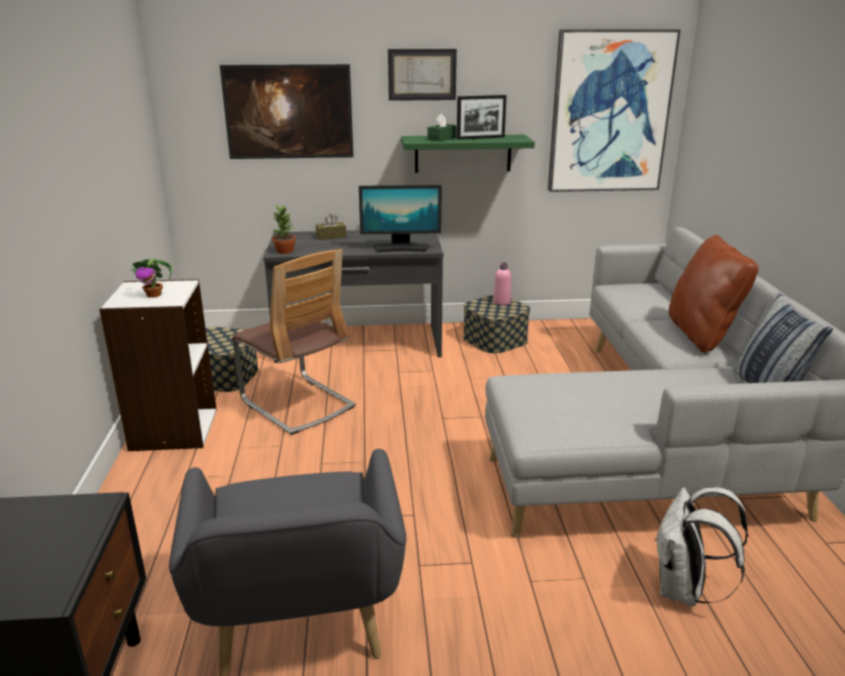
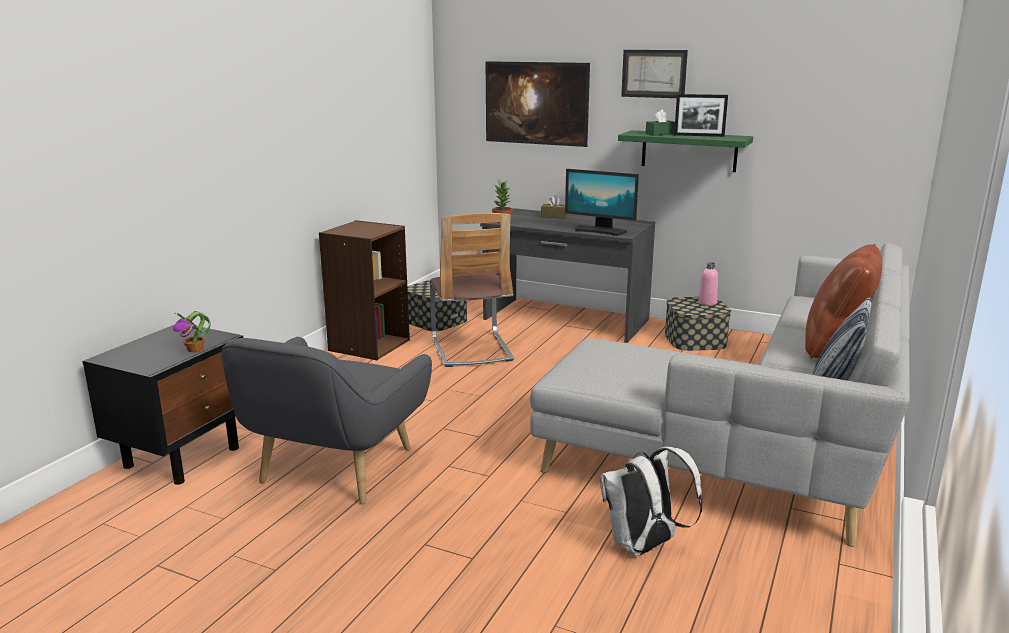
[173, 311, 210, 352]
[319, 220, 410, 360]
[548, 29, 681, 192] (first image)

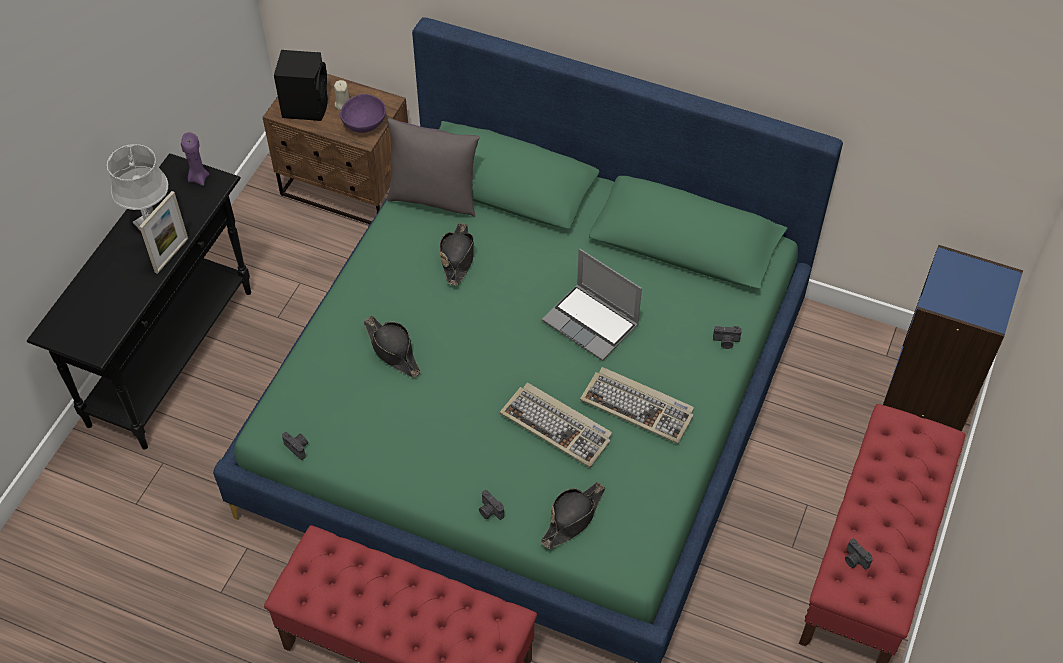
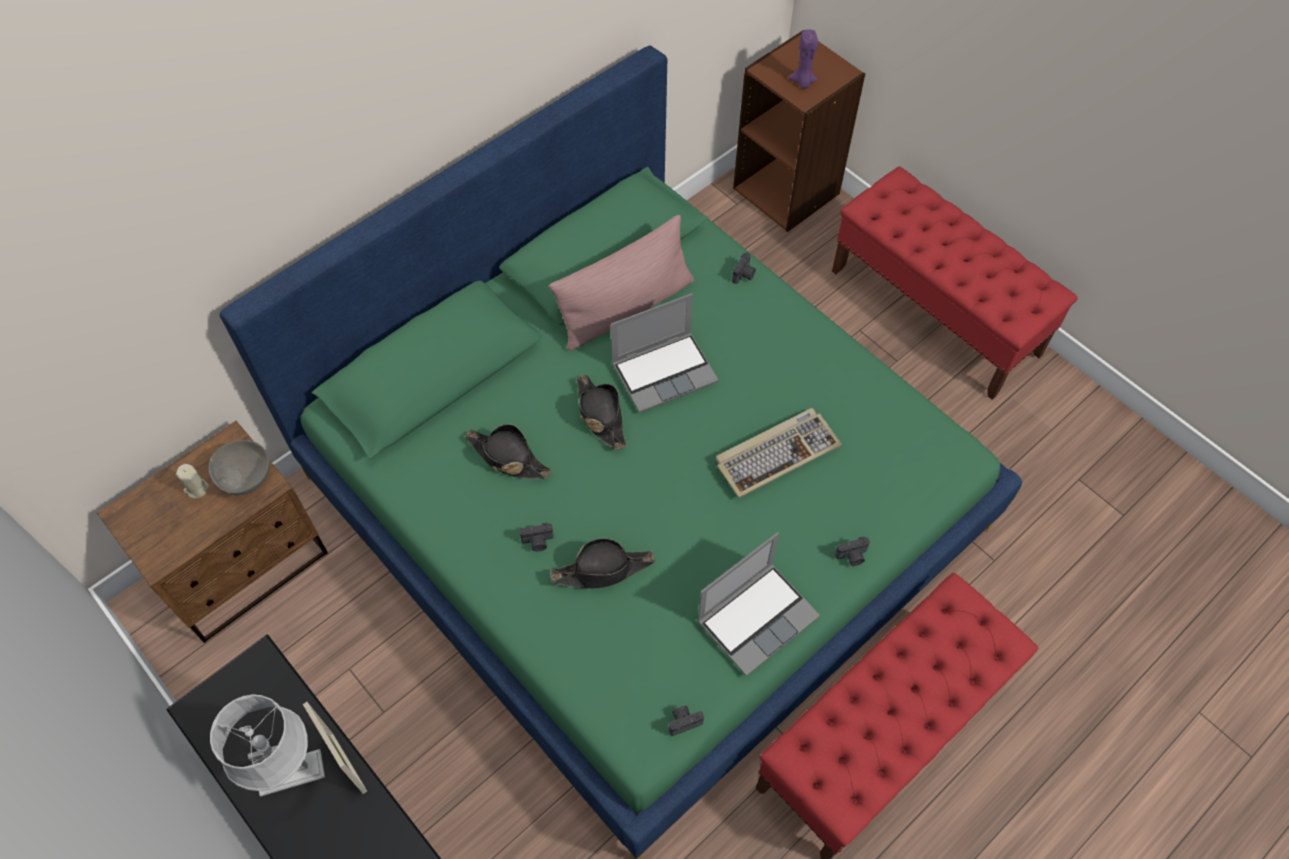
[209, 440, 270, 495]
[519, 523, 554, 551]
[549, 215, 694, 351]
[577, 375, 627, 449]
[697, 532, 820, 676]
[733, 30, 865, 232]
[789, 29, 818, 88]
[274, 50, 328, 121] (first image)
[387, 118, 480, 217] (first image)
[580, 367, 694, 444] (first image)

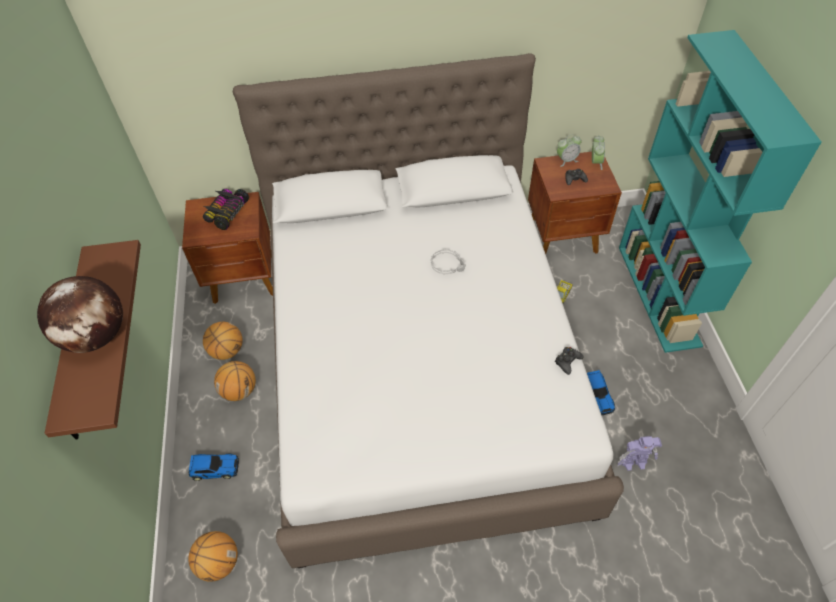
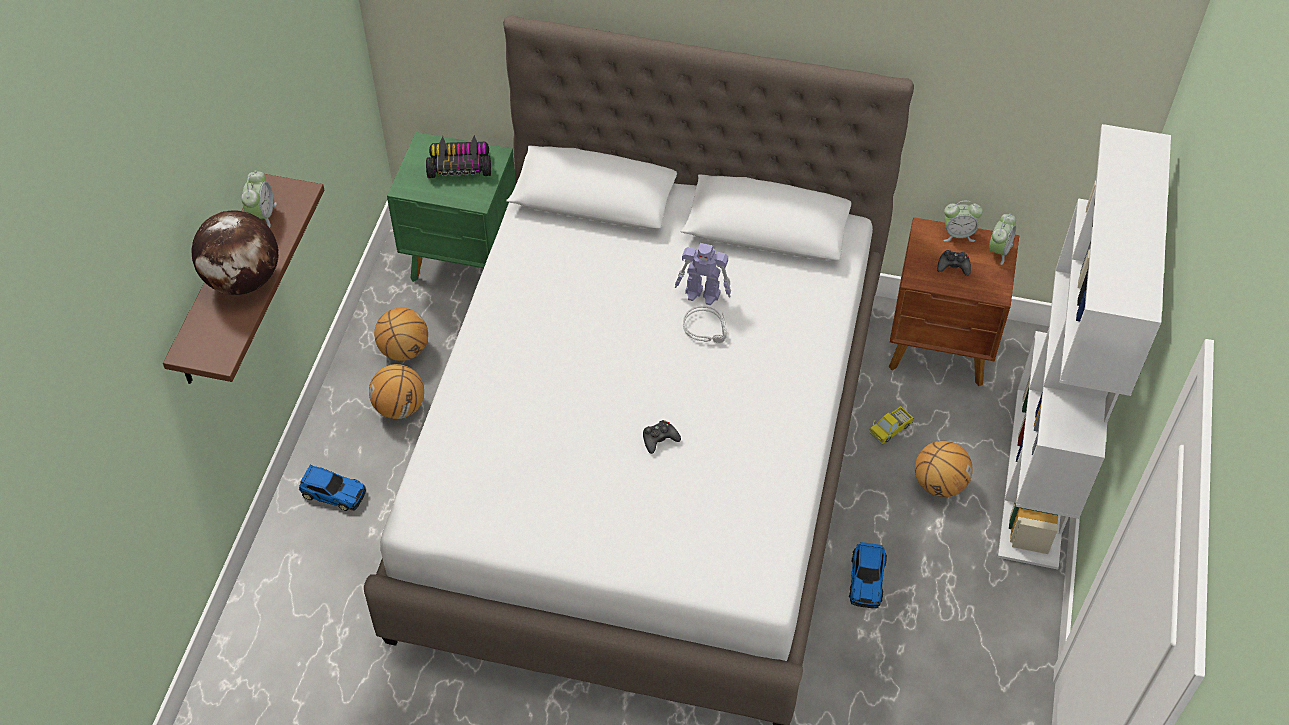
[241, 170, 277, 228]
[387, 132, 516, 282]
[426, 135, 491, 178]
[643, 420, 681, 454]
[675, 243, 731, 305]
[915, 441, 972, 497]
[998, 124, 1171, 570]

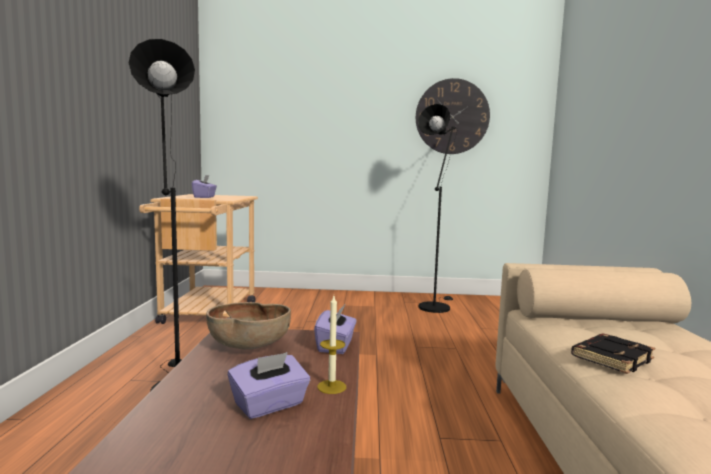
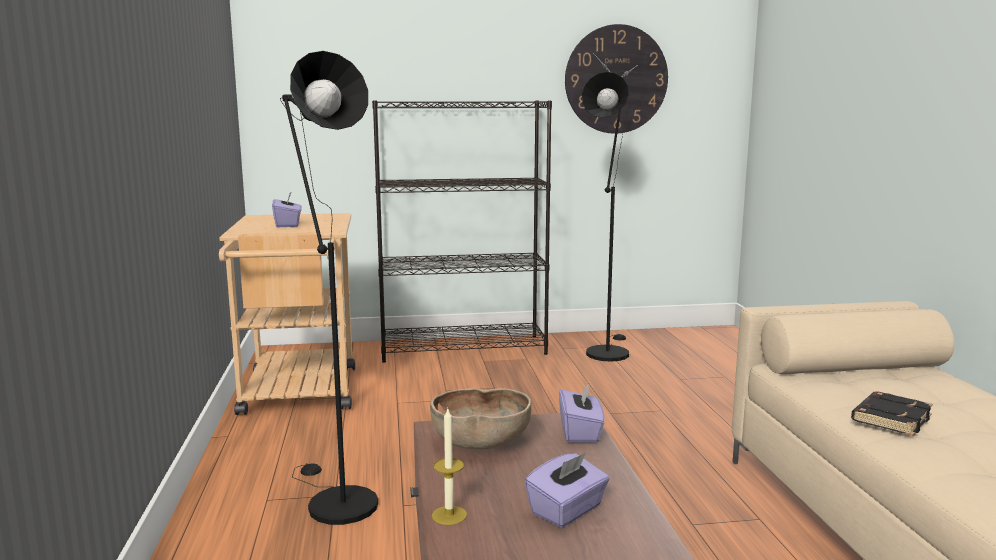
[372, 100, 552, 363]
[432, 409, 467, 525]

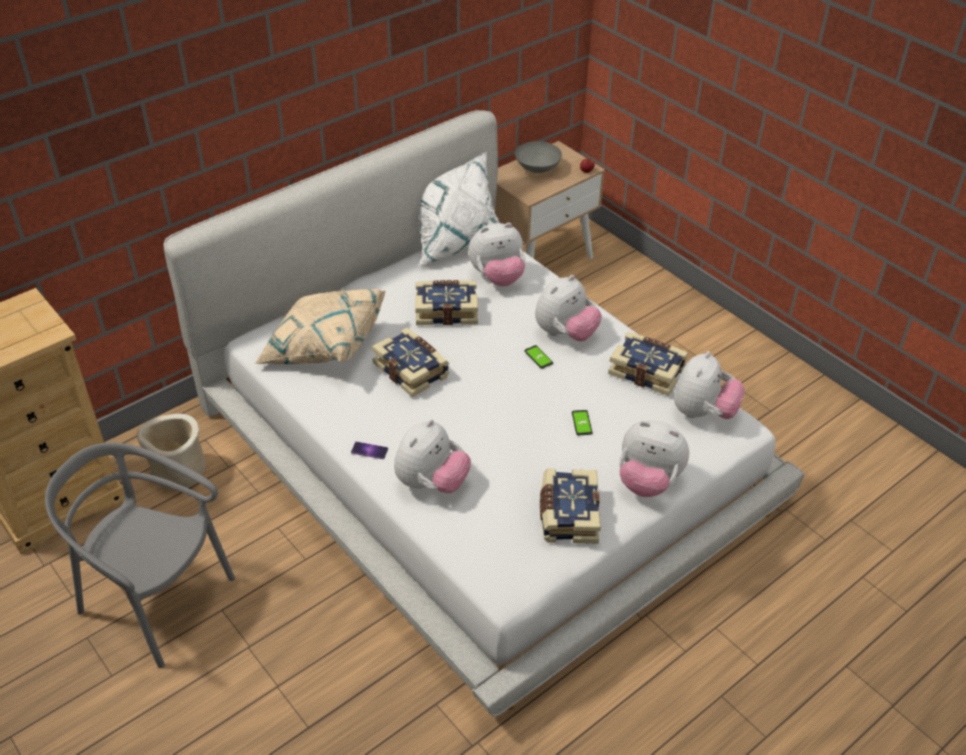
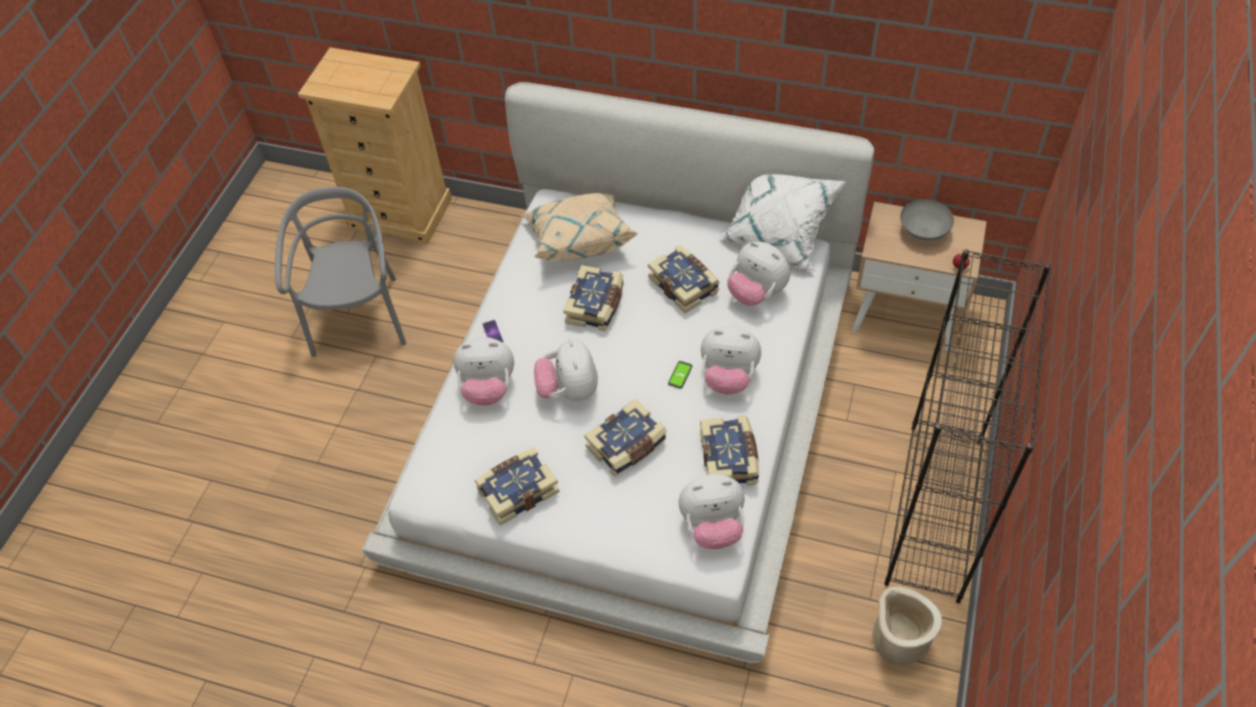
[534, 339, 598, 401]
[584, 399, 667, 477]
[872, 586, 942, 665]
[884, 249, 1052, 603]

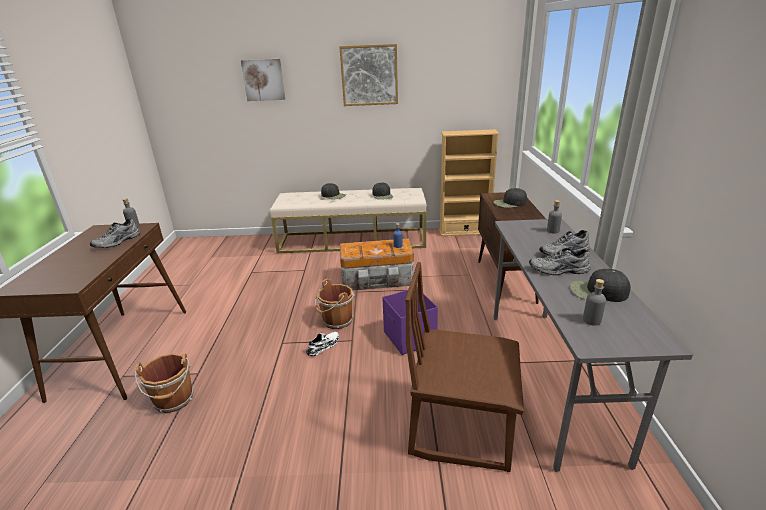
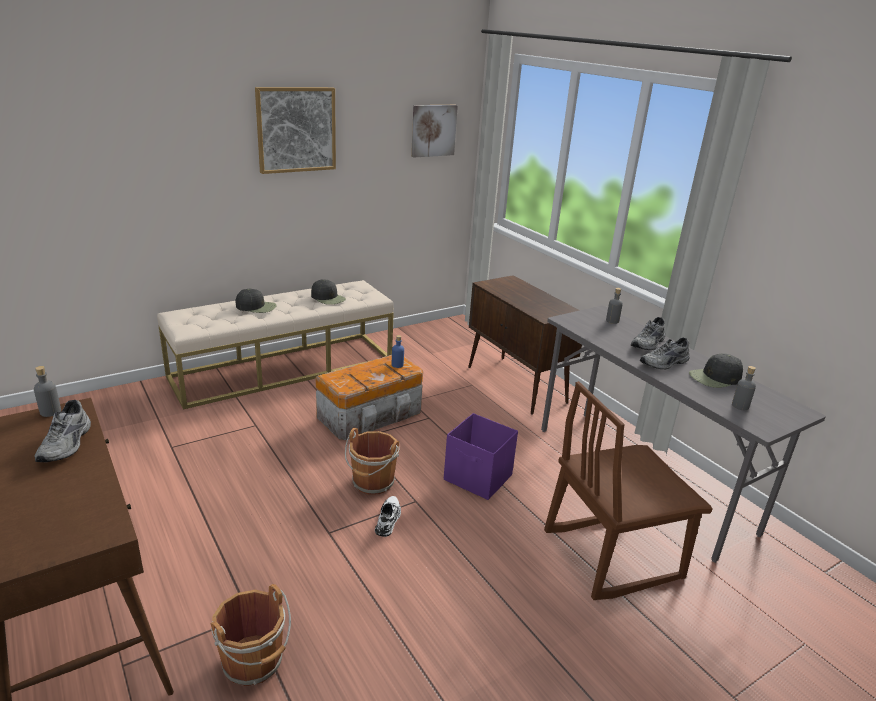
[411, 105, 458, 158]
[439, 129, 500, 236] (first image)
[494, 188, 527, 208] (first image)

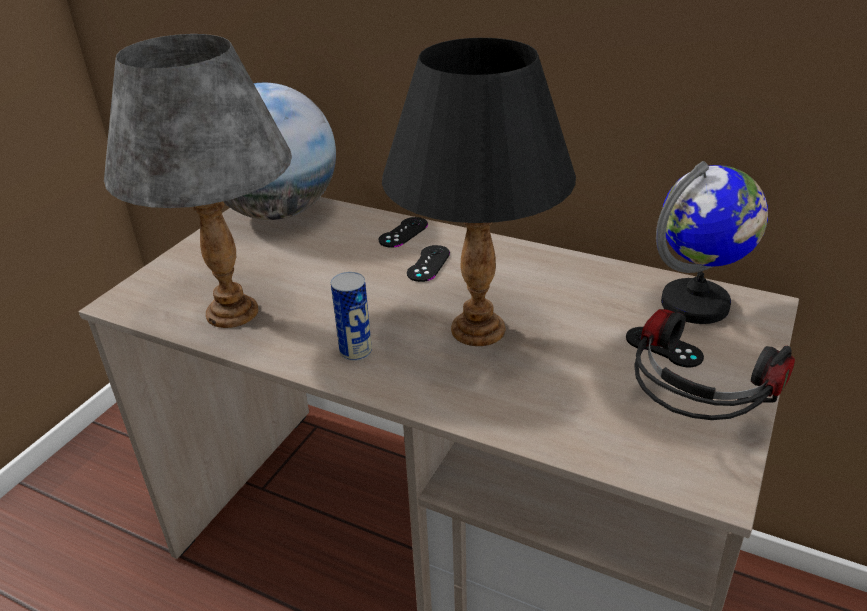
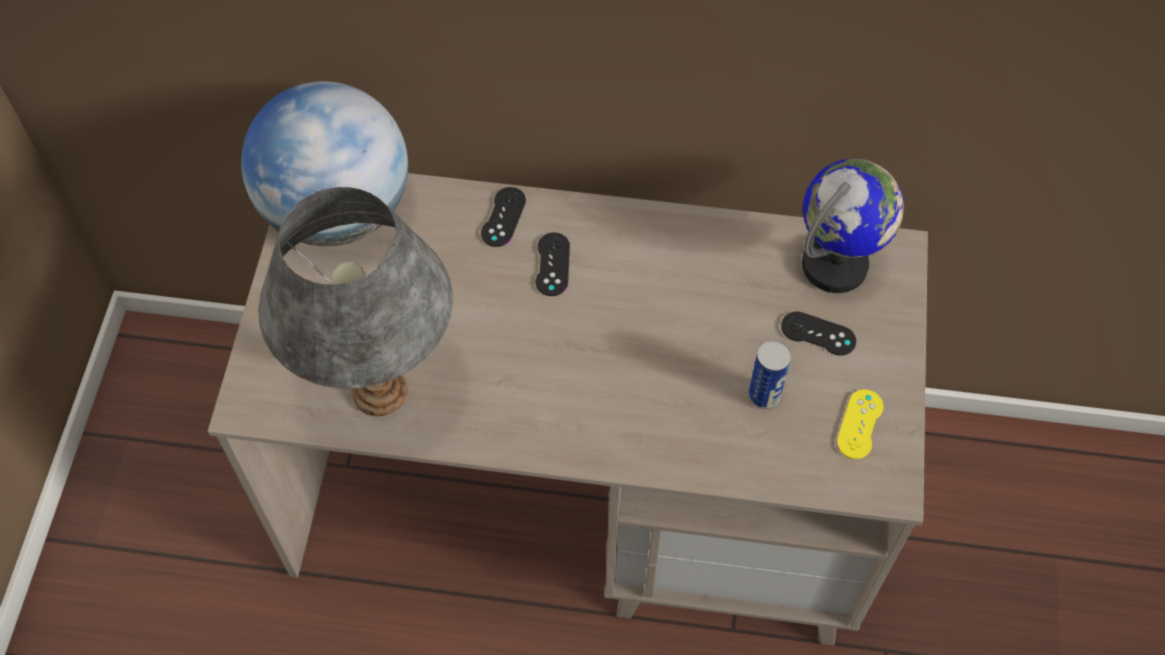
[748, 341, 791, 409]
[836, 389, 884, 459]
[382, 38, 576, 346] (first image)

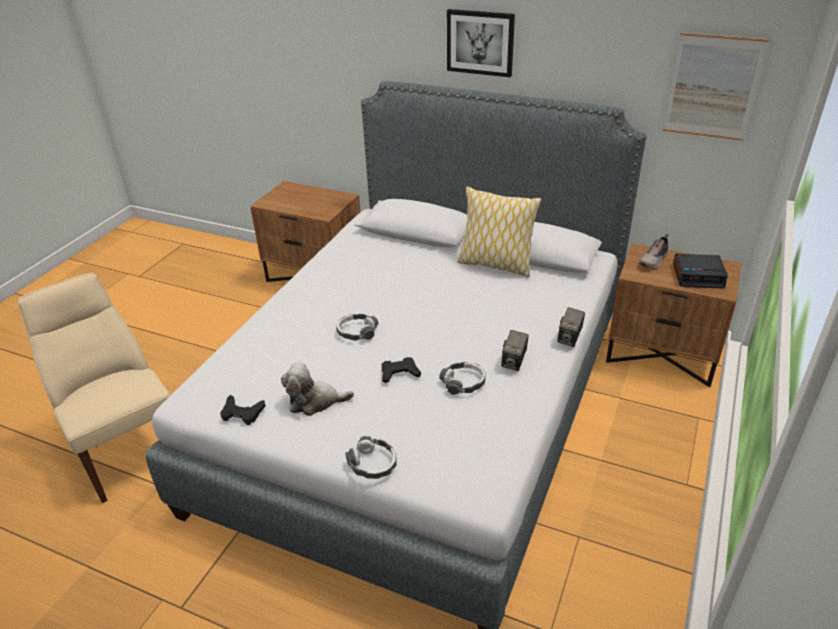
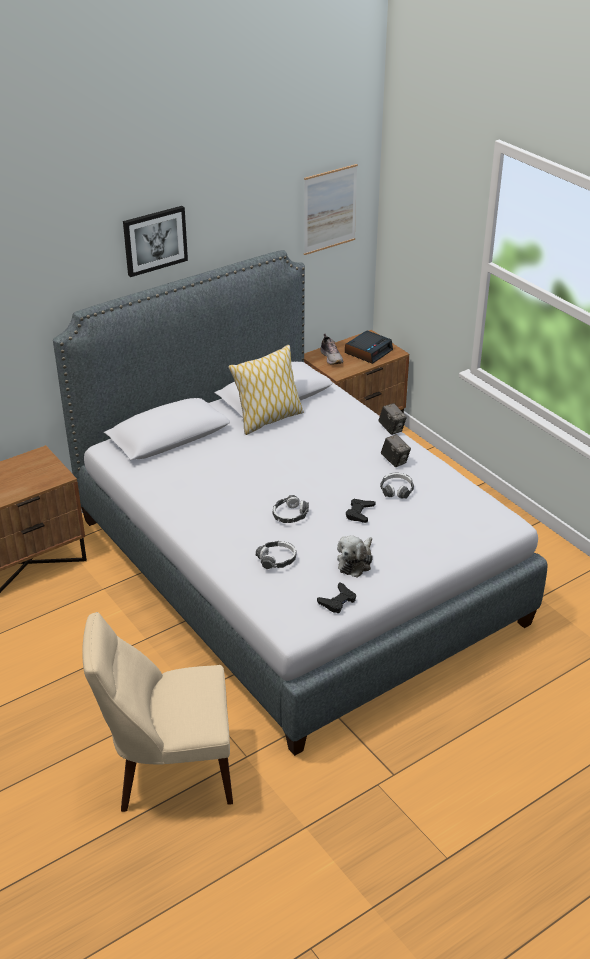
[256, 541, 297, 569]

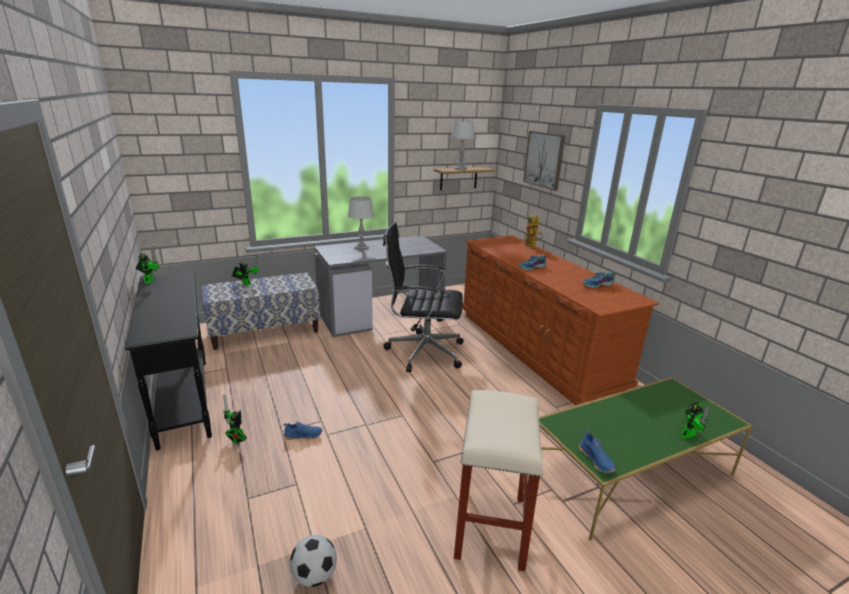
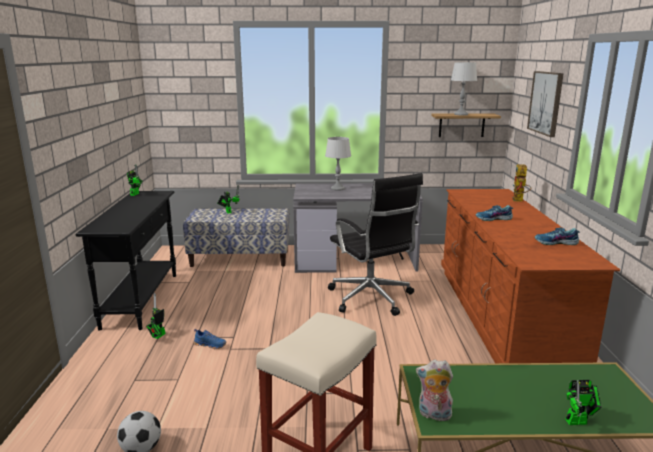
[328, 173, 423, 316]
[416, 359, 453, 421]

